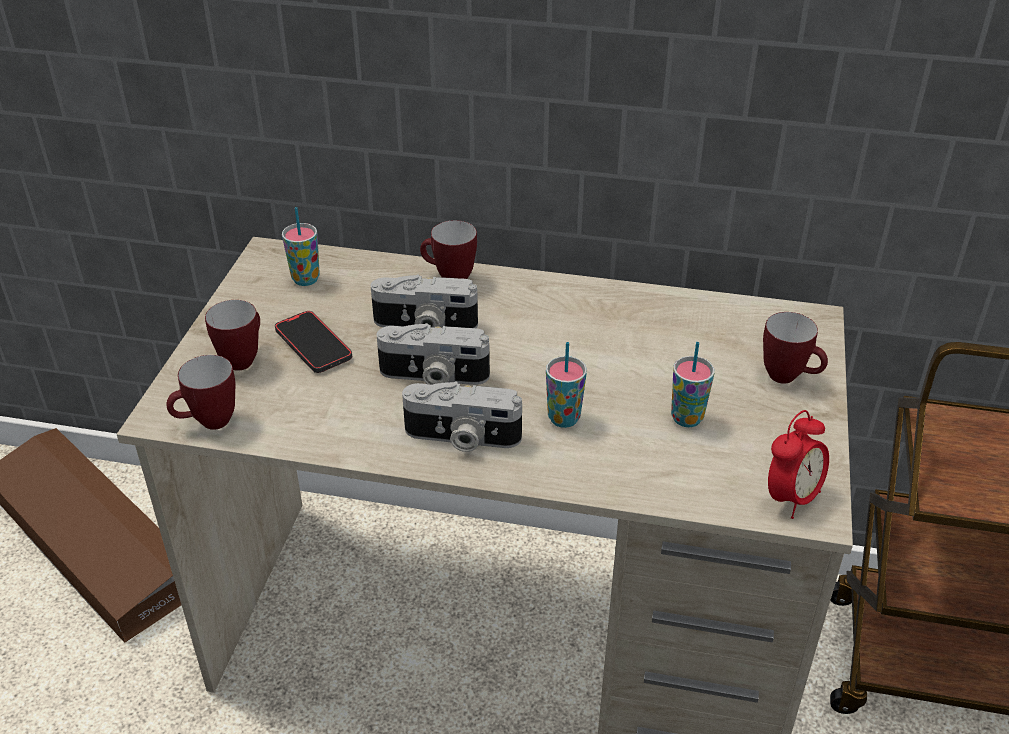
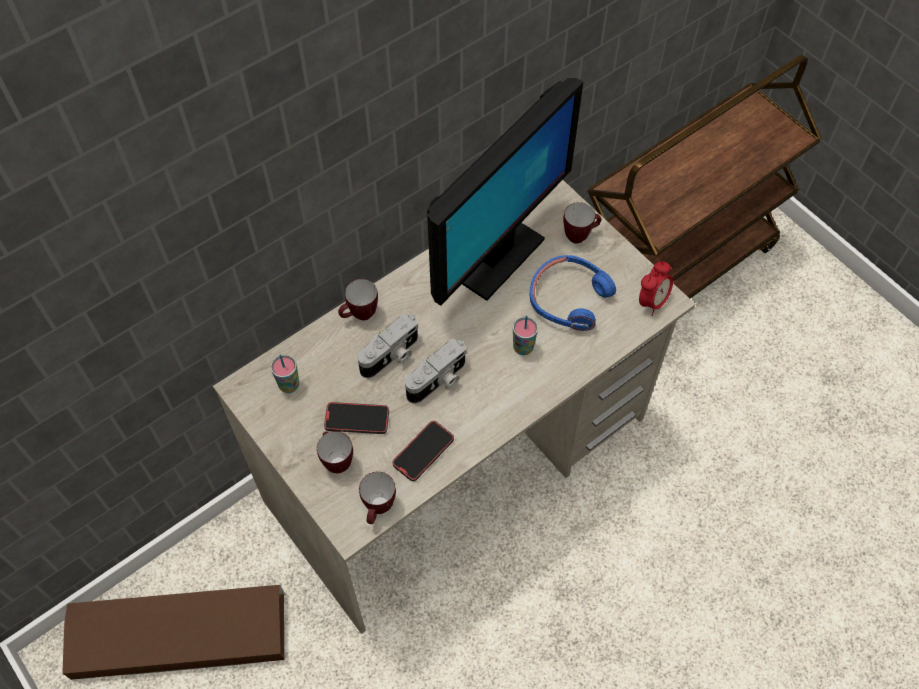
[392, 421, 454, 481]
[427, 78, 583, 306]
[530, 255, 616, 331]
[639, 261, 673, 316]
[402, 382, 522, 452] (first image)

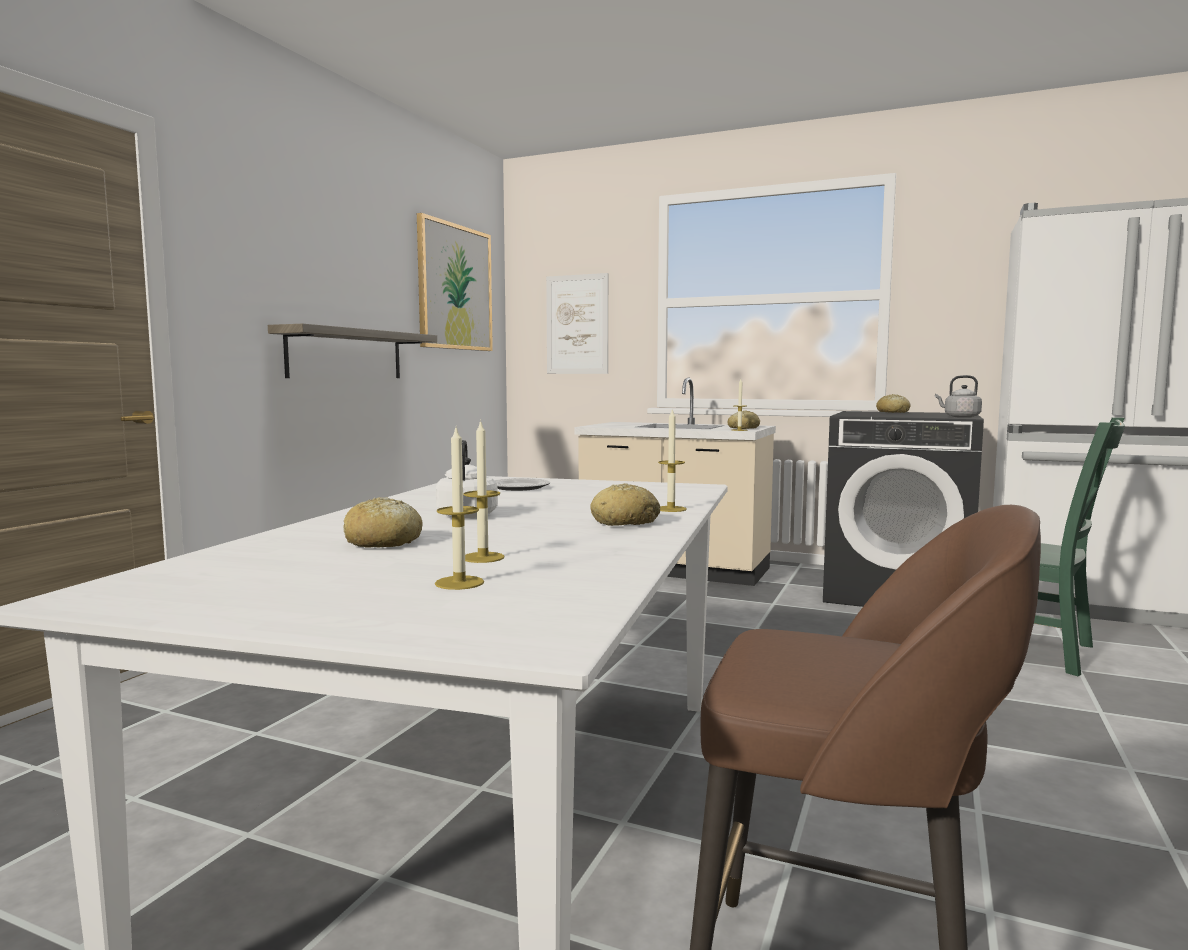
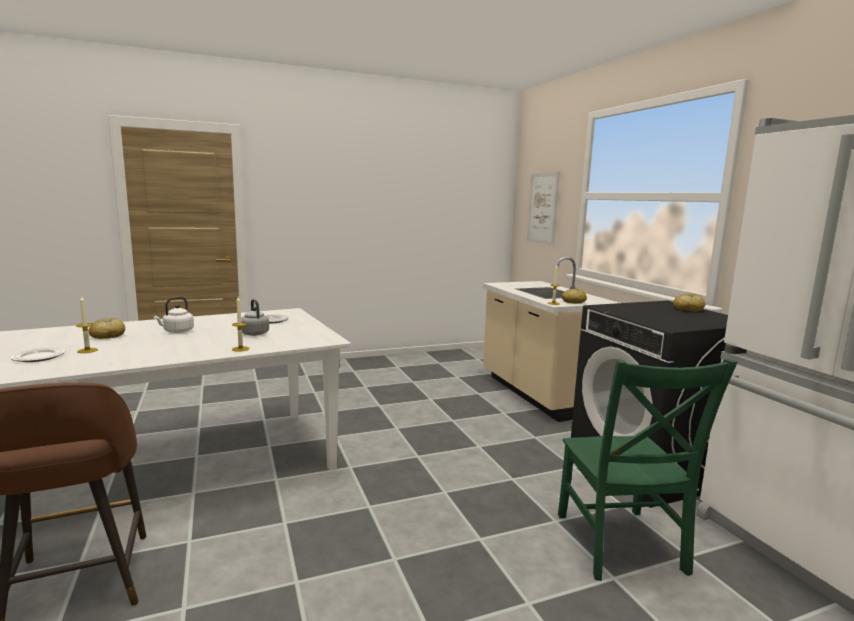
[11, 348, 65, 362]
[241, 299, 269, 336]
[268, 324, 437, 378] (first image)
[417, 213, 493, 351] (first image)
[590, 483, 660, 526] (first image)

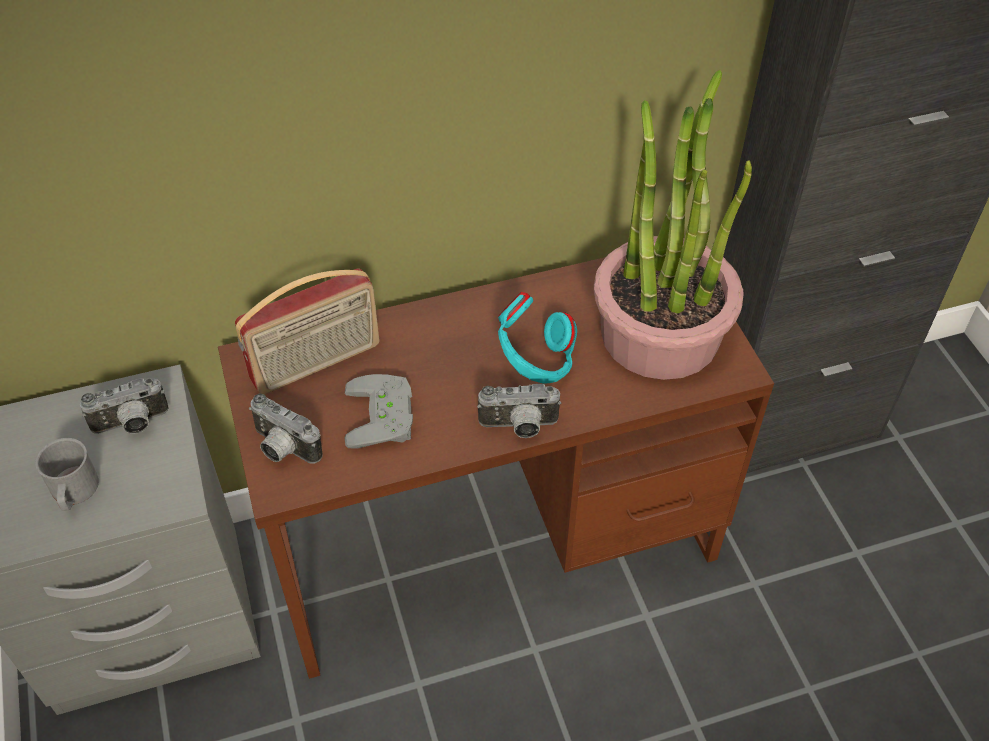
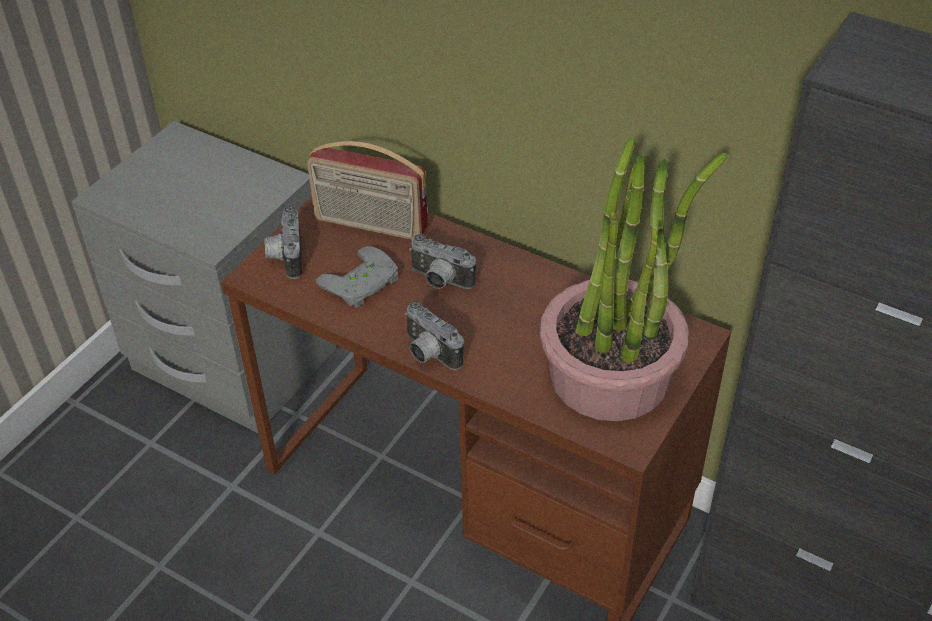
[409, 234, 476, 289]
[35, 438, 99, 511] (first image)
[498, 292, 577, 384] (first image)

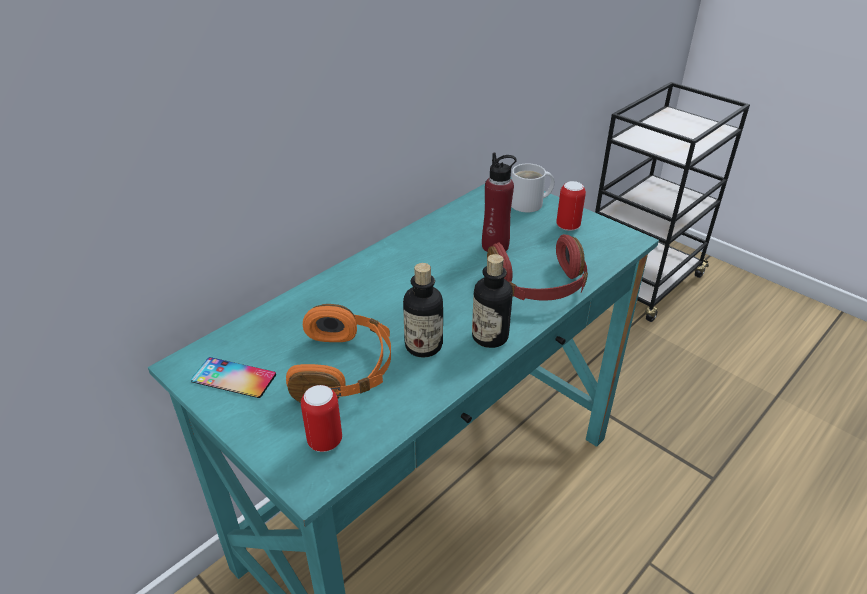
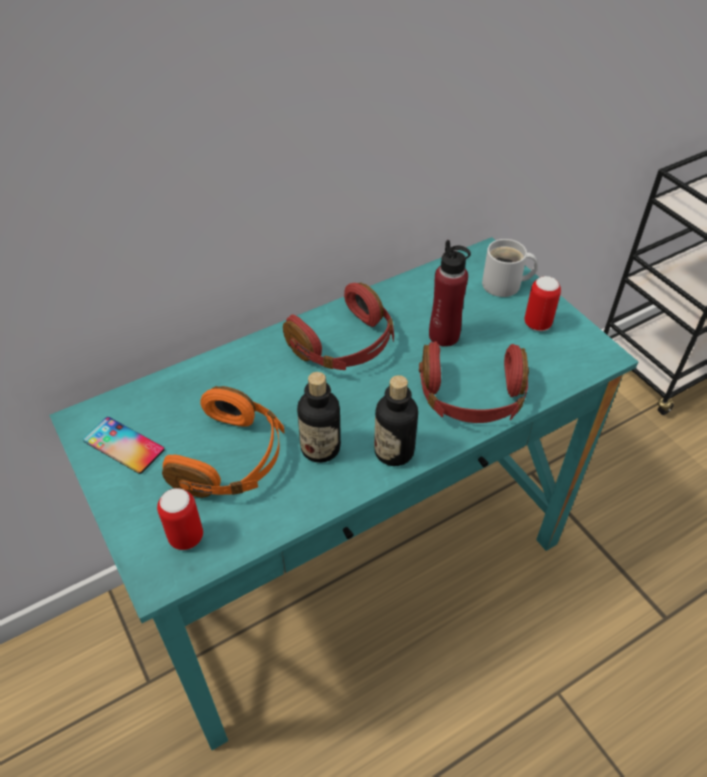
[283, 283, 394, 370]

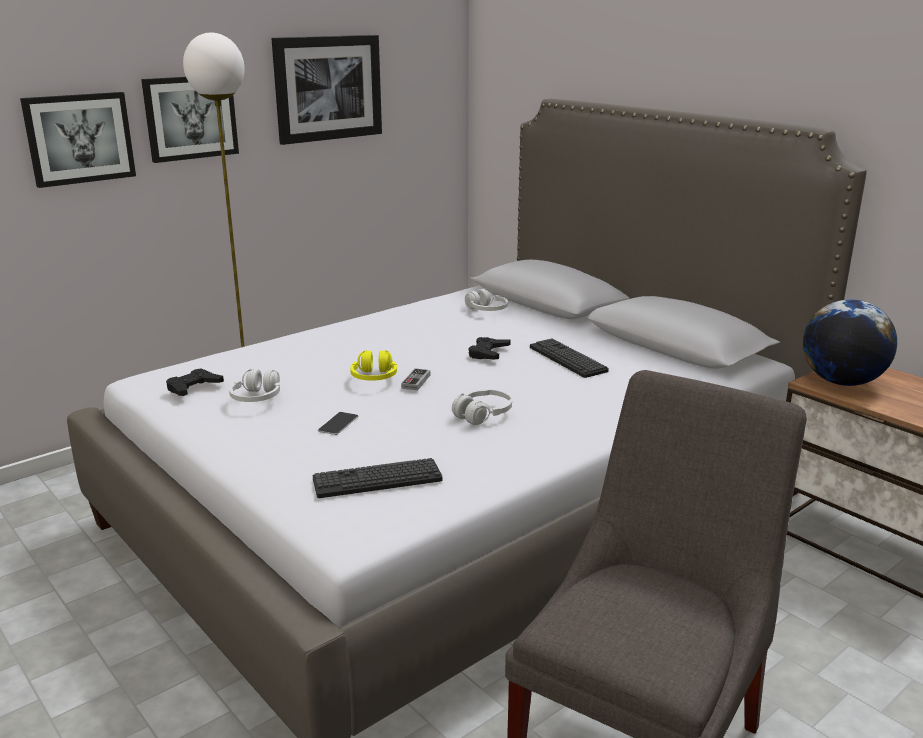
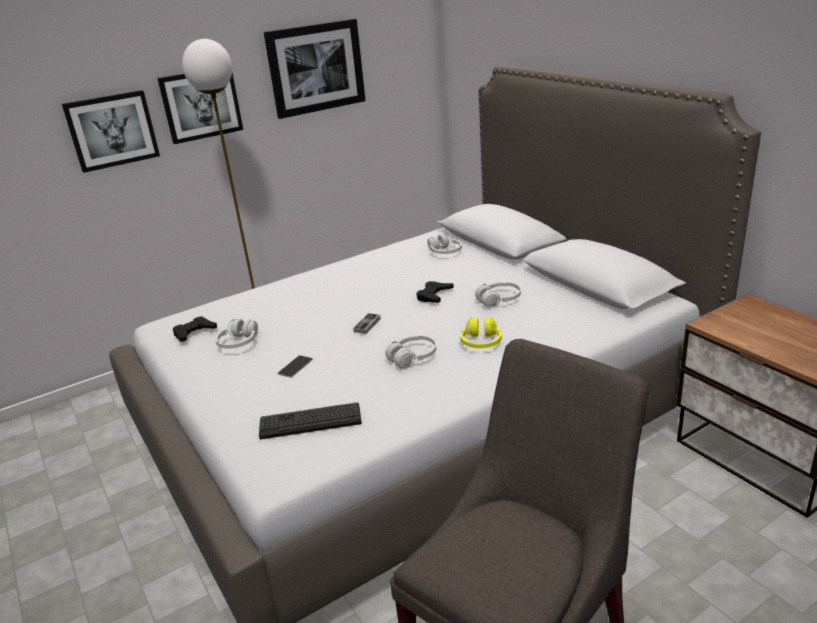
[460, 317, 502, 348]
[475, 282, 521, 308]
[803, 299, 897, 386] (first image)

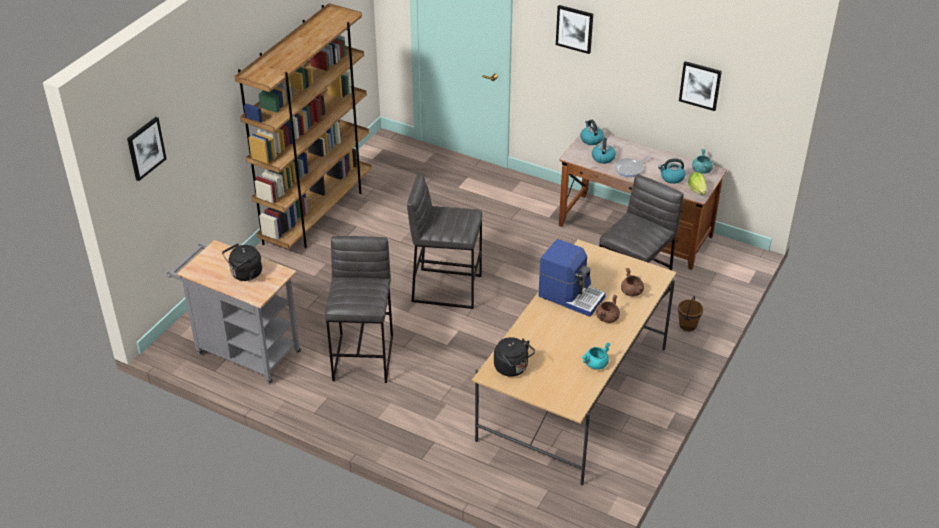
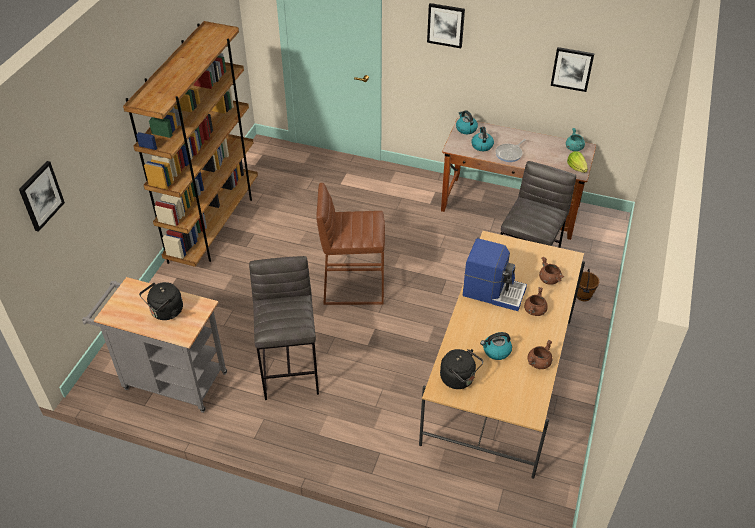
[316, 183, 385, 305]
[480, 332, 512, 360]
[528, 340, 552, 369]

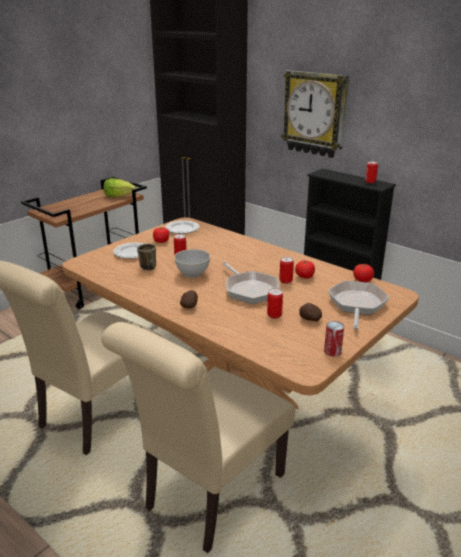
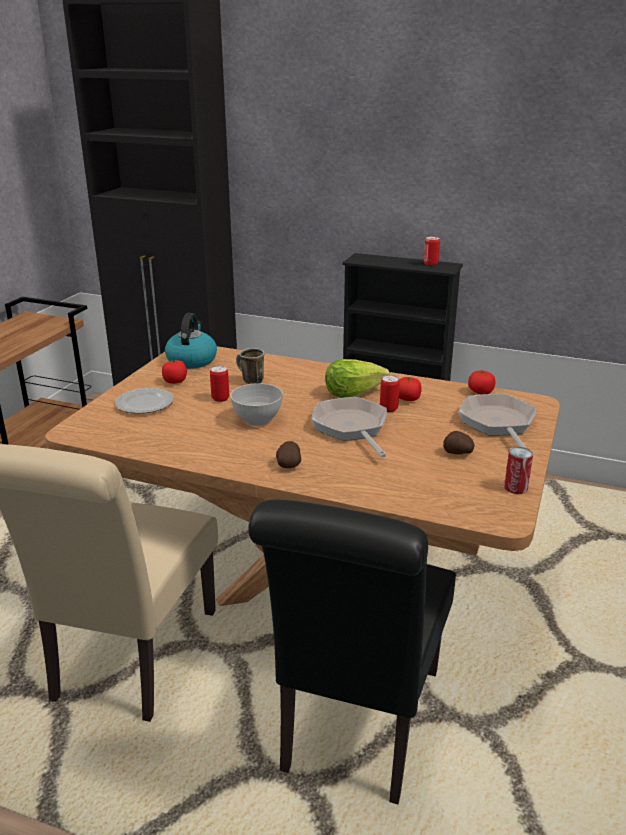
[165, 313, 217, 369]
[236, 348, 264, 384]
[248, 500, 456, 804]
[311, 397, 387, 457]
[325, 359, 390, 398]
[267, 289, 283, 319] (first image)
[281, 70, 349, 158] (first image)

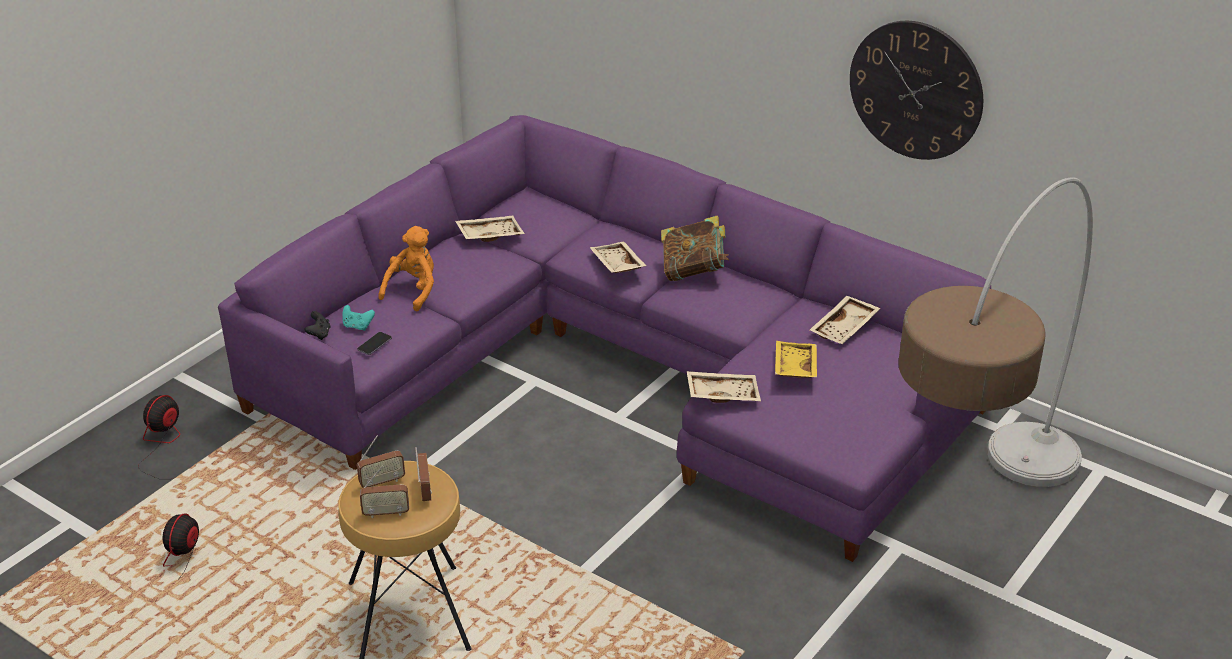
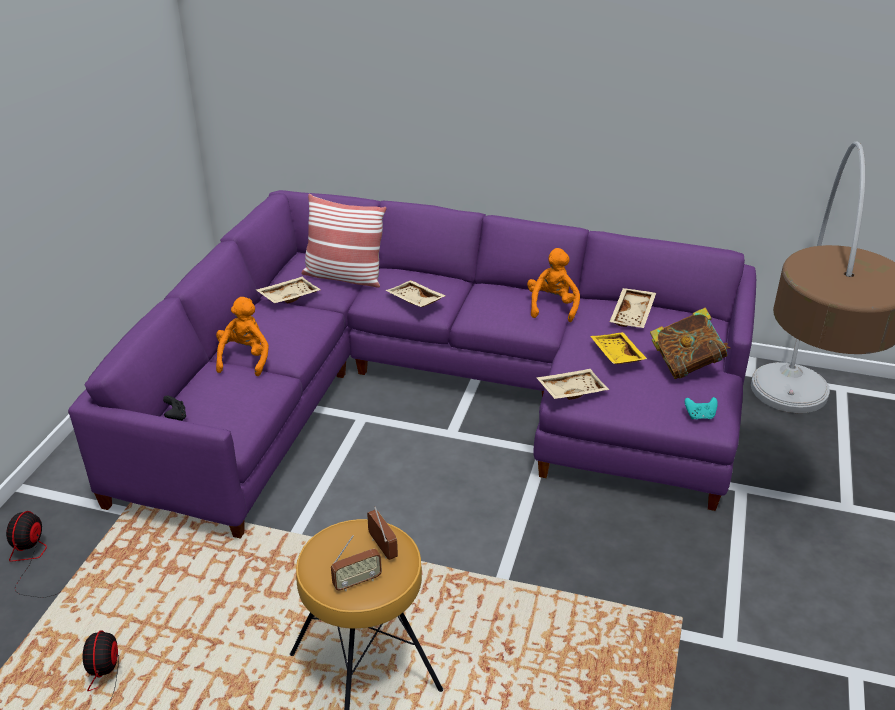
[301, 194, 386, 288]
[527, 248, 580, 322]
[650, 308, 730, 379]
[685, 397, 718, 419]
[357, 332, 392, 355] (first image)
[357, 436, 405, 488] (first image)
[850, 21, 983, 160] (first image)

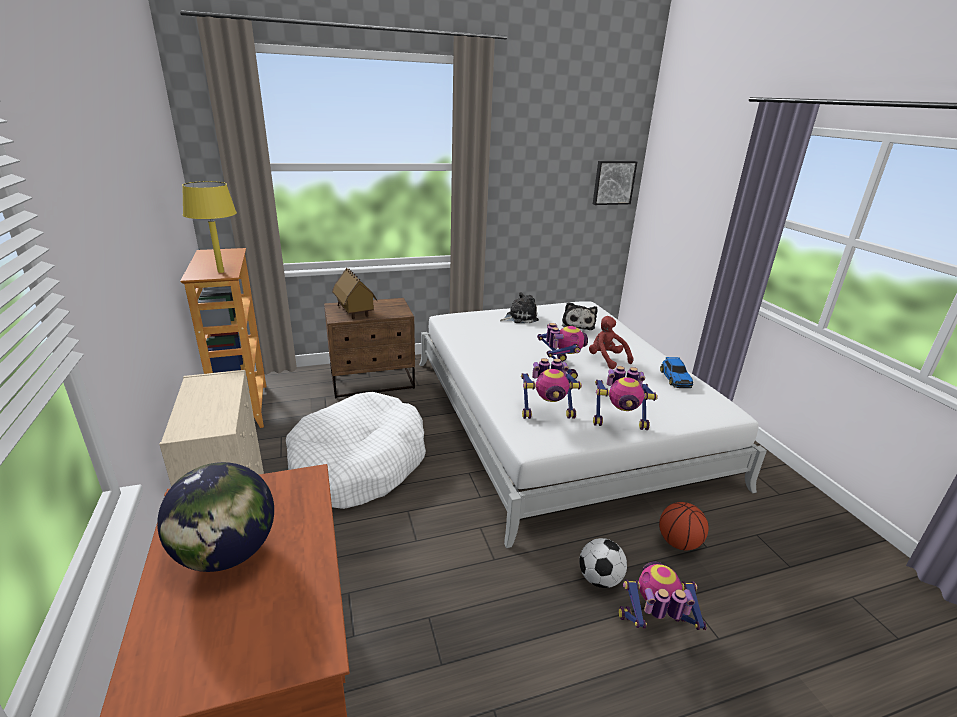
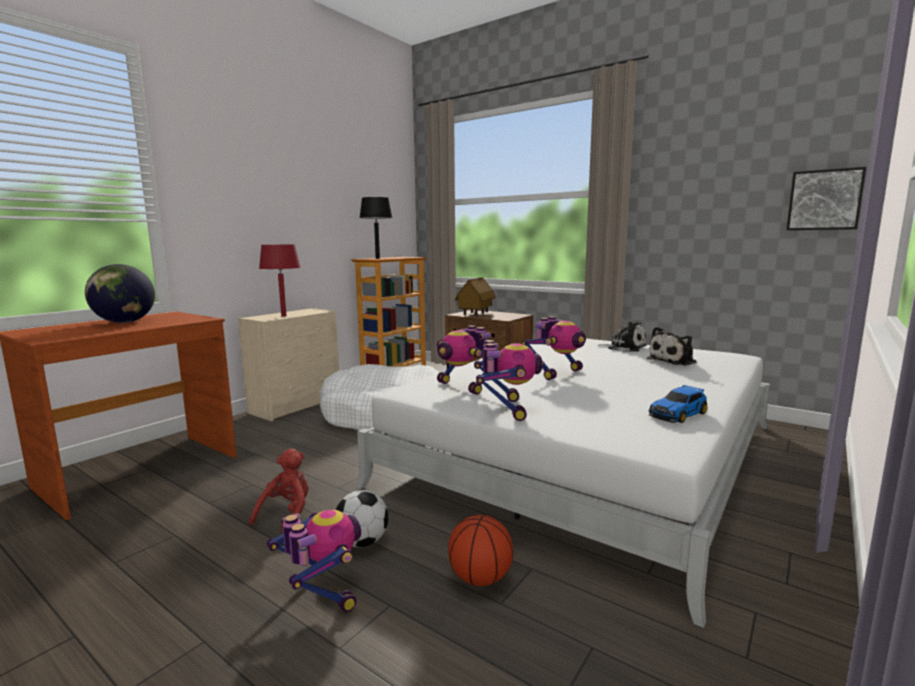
[249, 448, 308, 533]
[259, 244, 301, 317]
[359, 197, 393, 259]
[474, 340, 543, 421]

